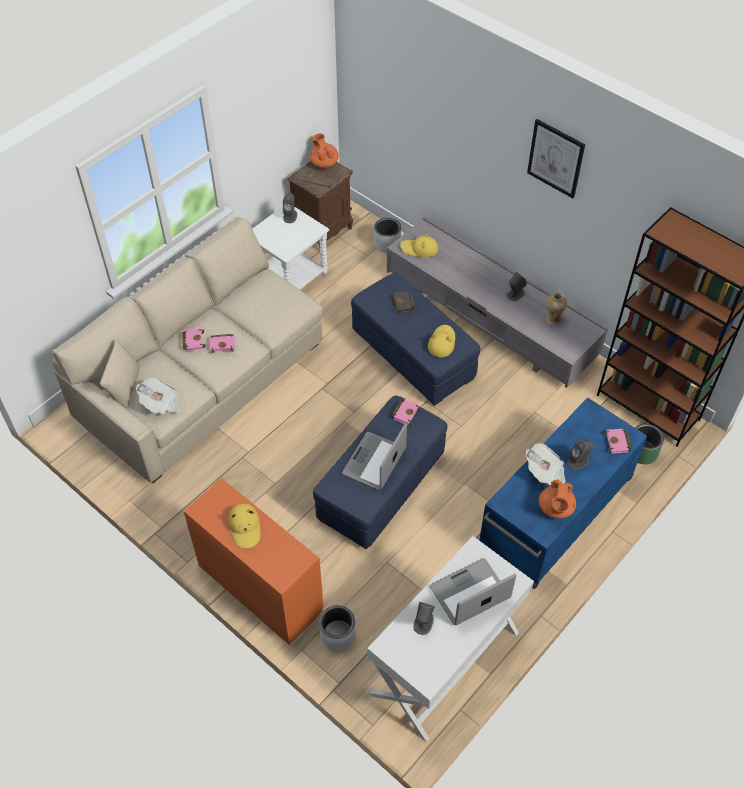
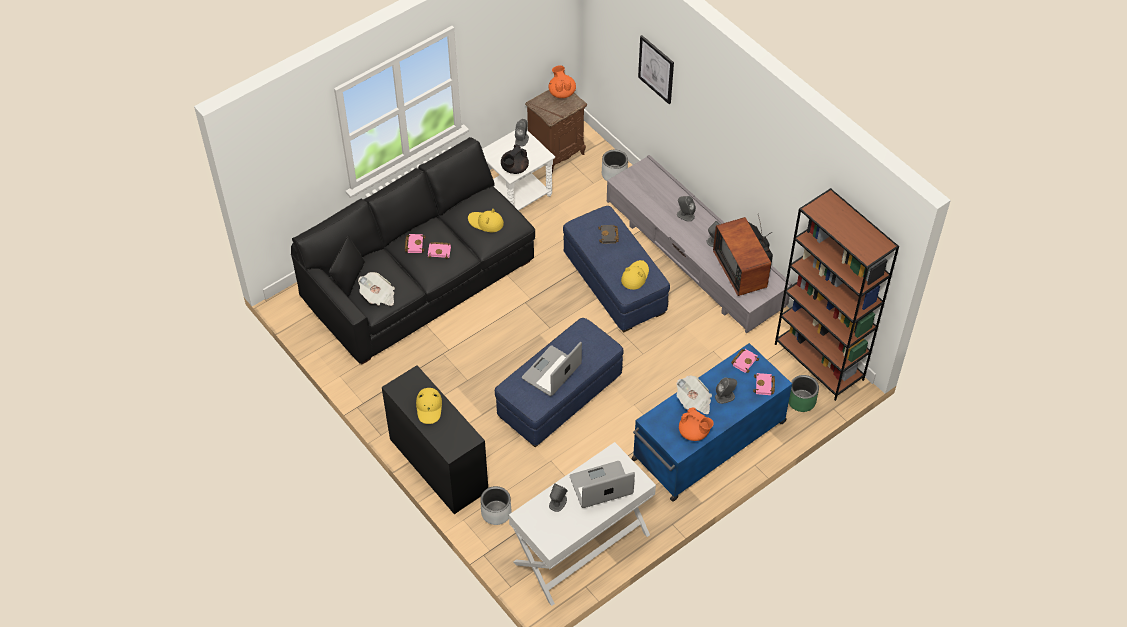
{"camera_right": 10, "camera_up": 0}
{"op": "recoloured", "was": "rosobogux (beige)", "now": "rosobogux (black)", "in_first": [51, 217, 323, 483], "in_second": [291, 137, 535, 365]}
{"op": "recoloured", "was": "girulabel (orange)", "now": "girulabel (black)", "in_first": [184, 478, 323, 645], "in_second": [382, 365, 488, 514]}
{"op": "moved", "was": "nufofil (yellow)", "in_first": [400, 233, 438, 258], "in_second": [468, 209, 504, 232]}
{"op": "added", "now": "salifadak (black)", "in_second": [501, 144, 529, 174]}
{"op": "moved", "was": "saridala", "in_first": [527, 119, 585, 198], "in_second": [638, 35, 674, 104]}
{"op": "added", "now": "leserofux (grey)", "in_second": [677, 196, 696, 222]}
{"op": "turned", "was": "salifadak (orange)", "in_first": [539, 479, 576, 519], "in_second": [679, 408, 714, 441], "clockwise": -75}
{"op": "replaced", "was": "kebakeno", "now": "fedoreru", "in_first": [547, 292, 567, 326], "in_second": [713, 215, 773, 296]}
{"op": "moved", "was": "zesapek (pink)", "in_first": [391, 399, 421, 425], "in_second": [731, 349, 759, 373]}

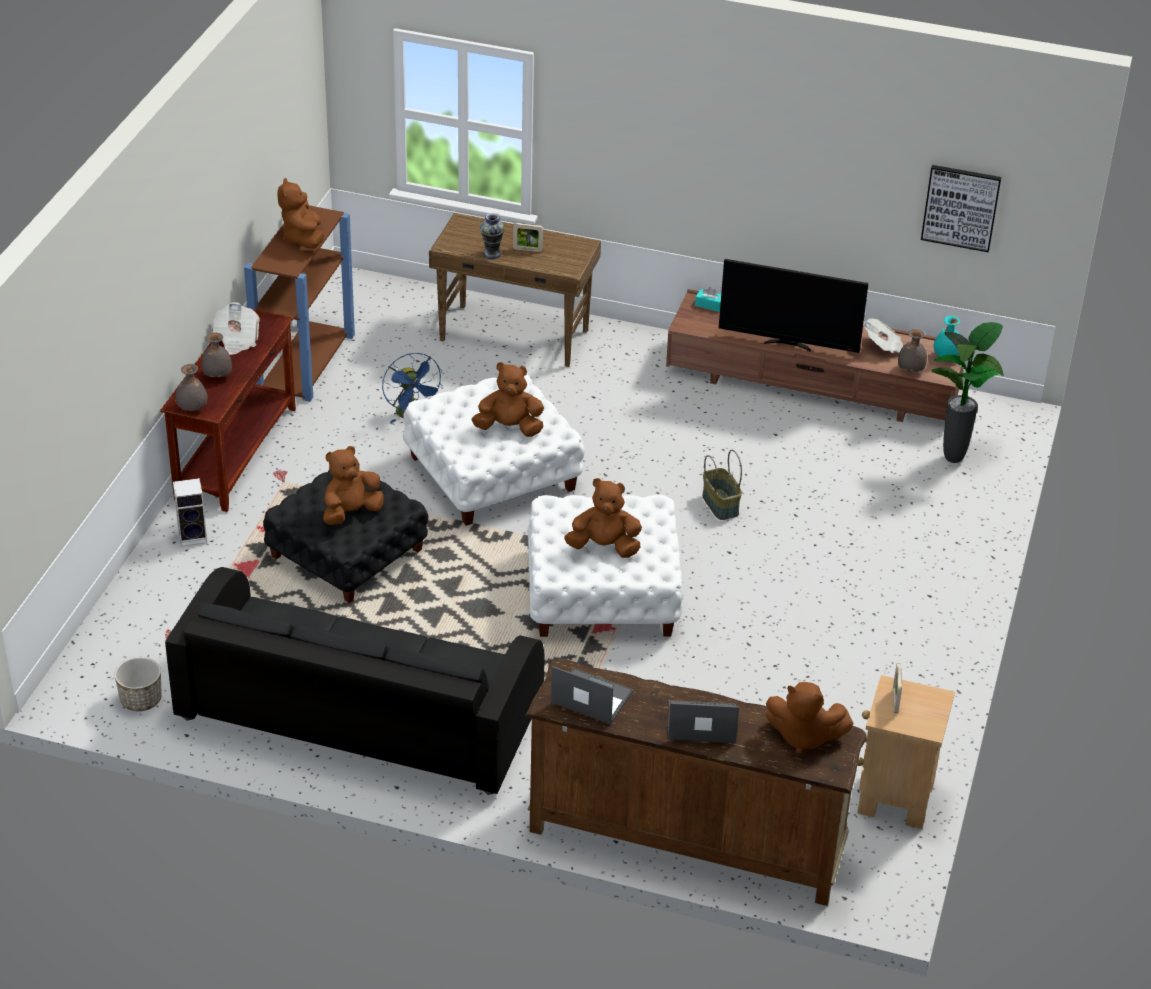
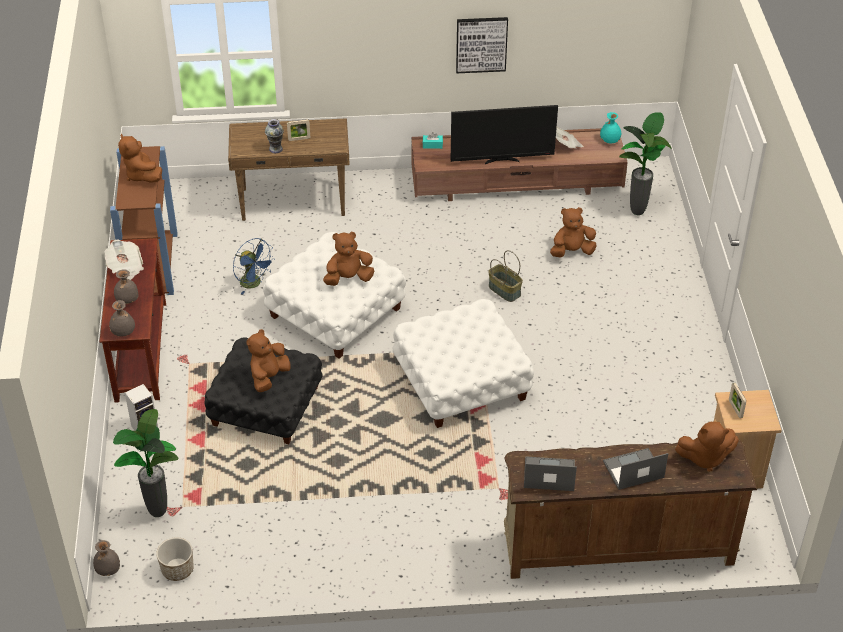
{"camera_right": -20, "camera_up": 5}
{"op": "moved", "was": "kebakeno (grey)", "in_first": [898, 329, 927, 372], "in_second": [93, 540, 120, 576]}
{"op": "added", "now": "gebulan", "in_second": [113, 409, 179, 517]}
{"op": "moved", "was": "saridala", "in_first": [921, 165, 1001, 252], "in_second": [456, 17, 508, 73]}
{"op": "moved", "was": "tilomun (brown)", "in_first": [564, 478, 642, 558], "in_second": [550, 207, 597, 258]}
{"op": "removed", "was": "rosobogux (black)", "in_first": [165, 567, 545, 795]}

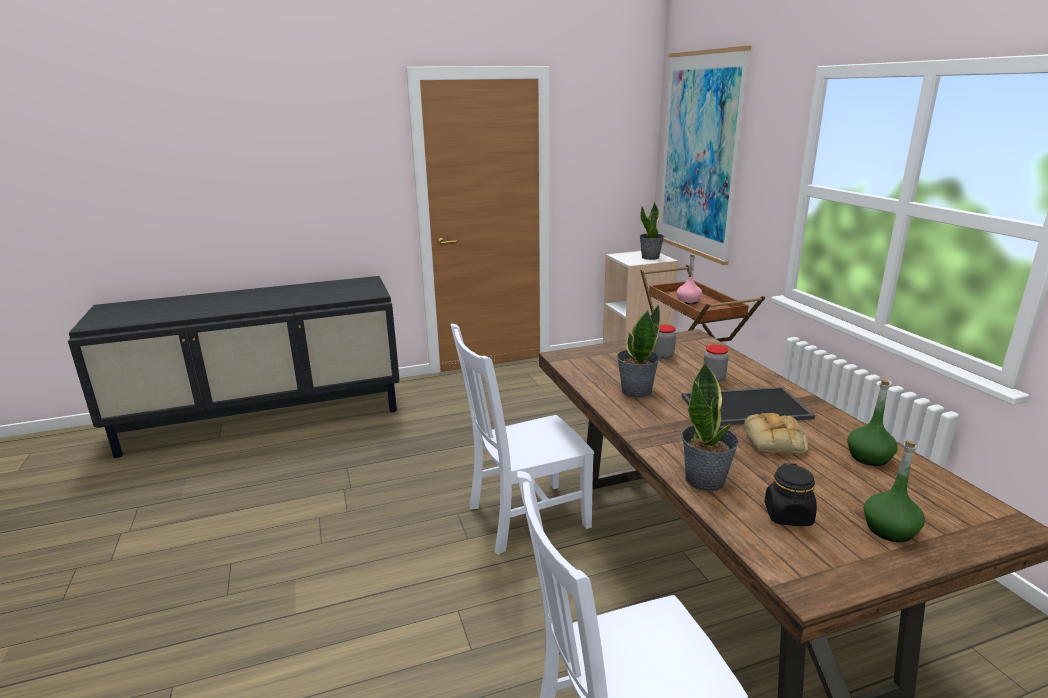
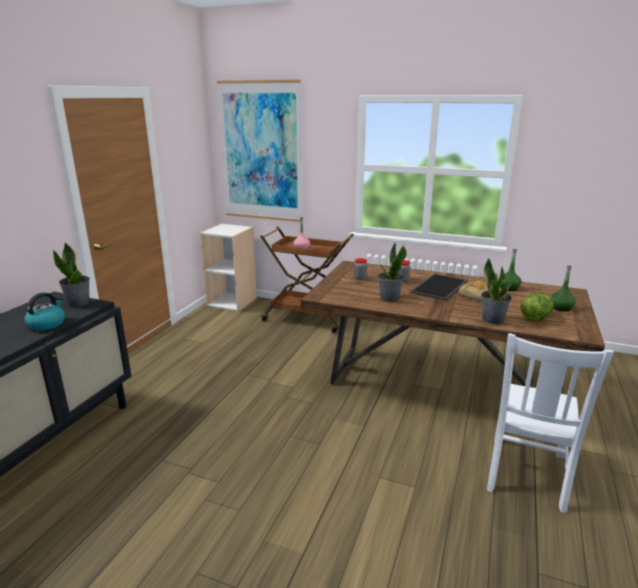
{"camera_right": -50, "camera_up": 0}
{"op": "added", "now": "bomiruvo", "in_second": [25, 292, 65, 331]}
{"op": "moved", "was": "gebulan", "in_first": [640, 203, 664, 260], "in_second": [53, 242, 90, 308]}
{"op": "replaced", "was": "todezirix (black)", "now": "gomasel", "in_first": [765, 463, 817, 526], "in_second": [521, 293, 554, 321]}
{"op": "removed", "was": "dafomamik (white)", "in_first": [451, 324, 594, 555]}

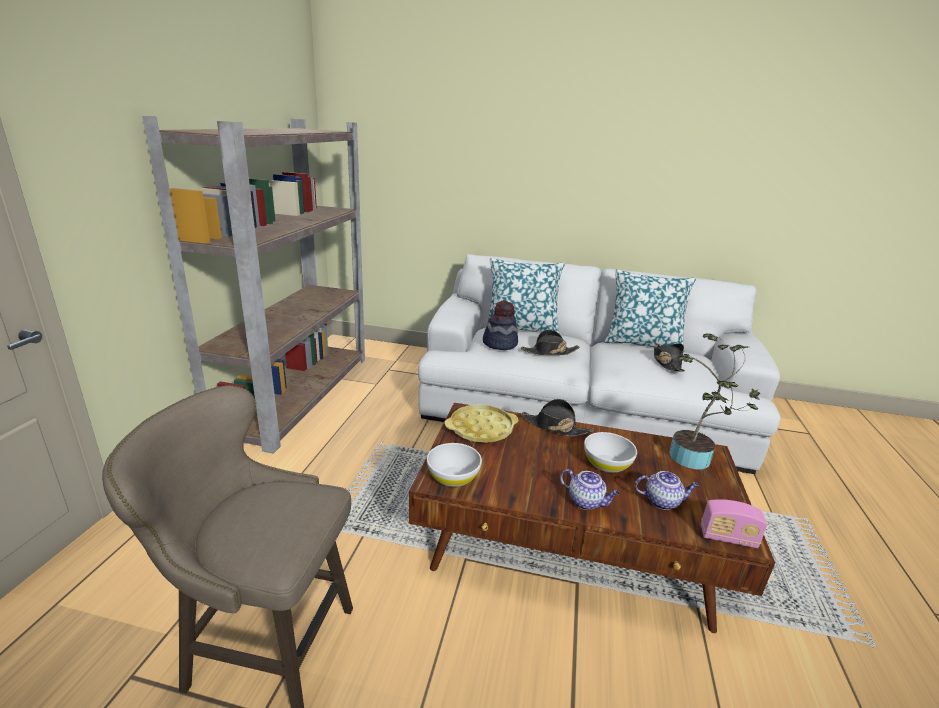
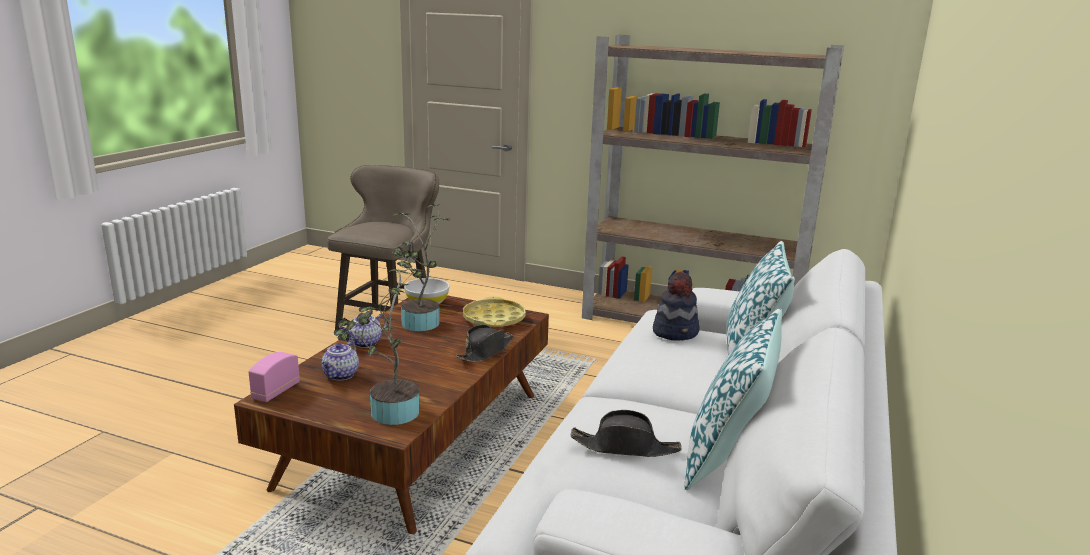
{"camera_right": 100, "camera_up": -5}
{"op": "added", "now": "gebulan", "in_second": [392, 204, 448, 331]}
{"op": "removed", "was": "nufofil (black)", "in_first": [521, 329, 580, 355]}
{"op": "removed", "was": "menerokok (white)", "in_first": [584, 432, 637, 473]}

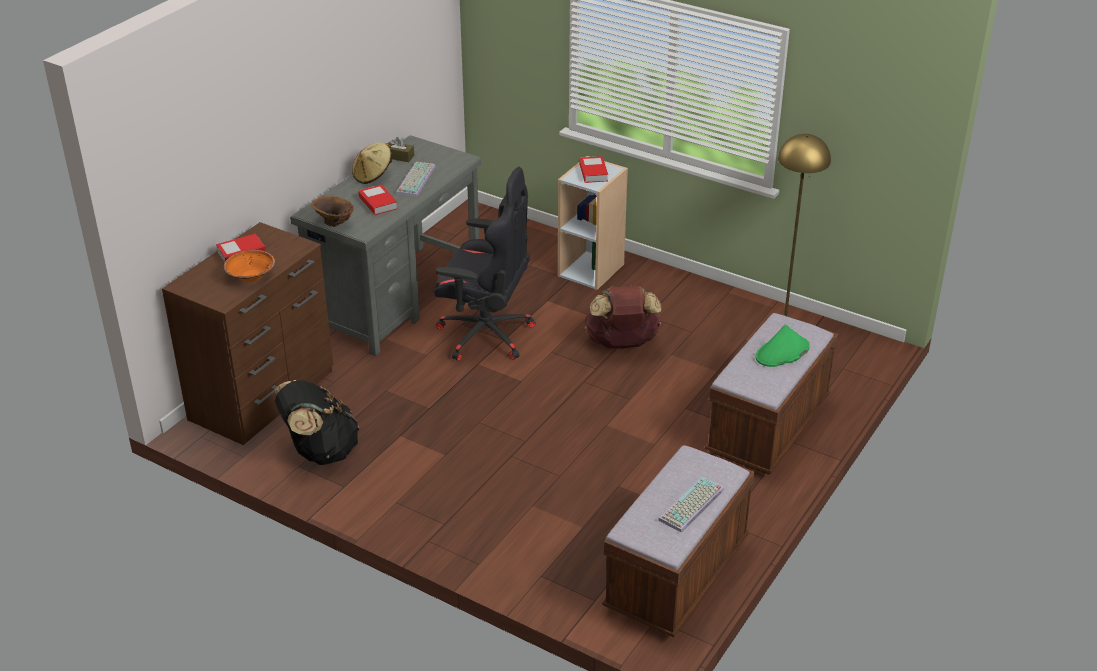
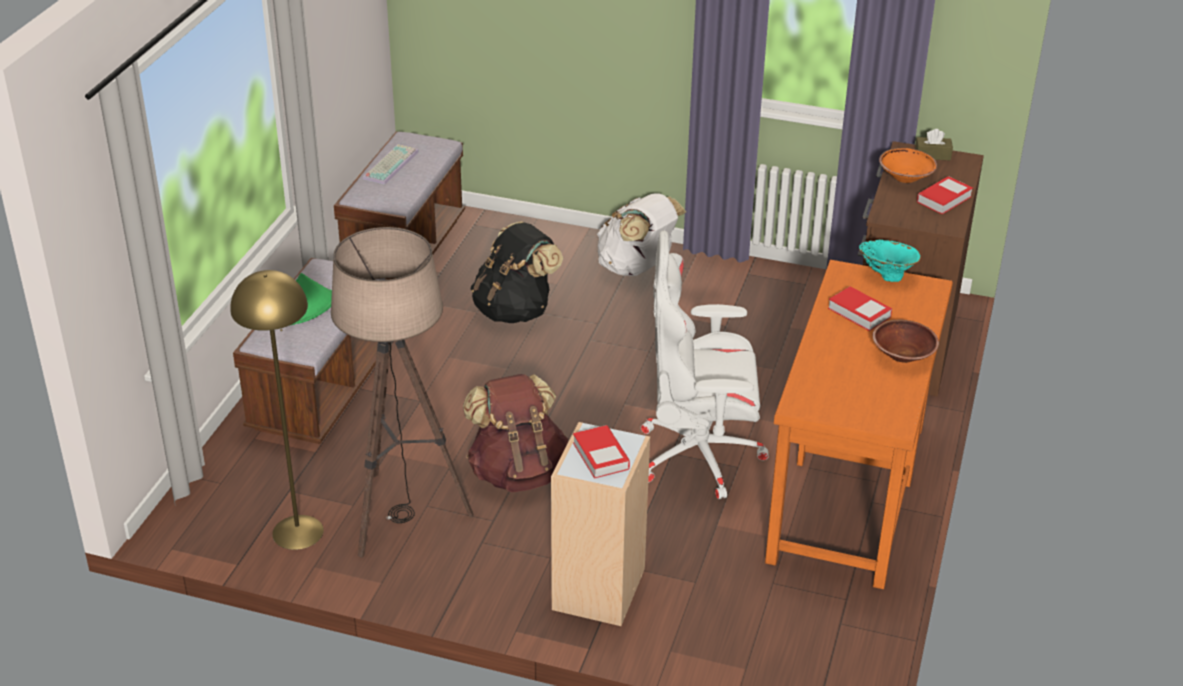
{"camera_right": 165, "camera_up": 0}
{"op": "added", "now": "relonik", "in_second": [331, 227, 473, 558]}
{"op": "moved", "was": "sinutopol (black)", "in_first": [275, 380, 359, 465], "in_second": [470, 221, 563, 323]}
{"op": "added", "now": "sinutopol (white)", "in_second": [597, 193, 686, 276]}
{"op": "recoloured", "was": "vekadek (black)", "now": "vekadek (white)", "in_first": [434, 167, 535, 361], "in_second": [641, 230, 769, 499]}
{"op": "recoloured", "was": "girulabel (grey)", "now": "girulabel (orange)", "in_first": [290, 135, 481, 356], "in_second": [765, 260, 953, 589]}
{"op": "recoloured", "was": "kebakeno (brown)", "now": "kebakeno (turquoise)", "in_first": [312, 196, 354, 227], "in_second": [859, 239, 921, 282]}
{"op": "replaced", "was": "nufofil (beige)", "now": "menerokok (brown)", "in_first": [352, 142, 392, 184], "in_second": [873, 320, 939, 363]}
{"op": "moved", "was": "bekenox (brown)", "in_first": [388, 137, 414, 162], "in_second": [915, 129, 953, 160]}
{"op": "removed", "was": "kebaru", "in_first": [396, 162, 436, 197]}

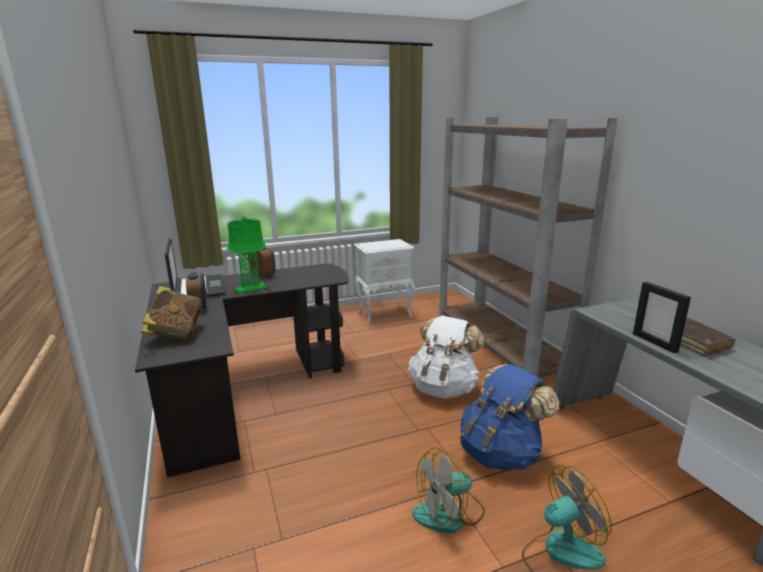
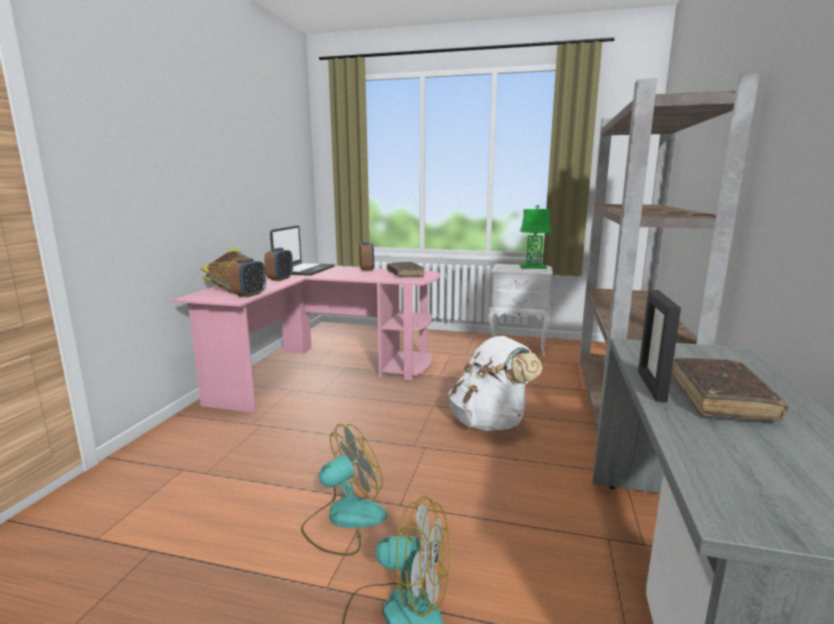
{"camera_right": 35, "camera_up": -5}
{"op": "recoloured", "was": "girulabel (black)", "now": "girulabel (pink)", "in_first": [135, 263, 349, 477], "in_second": [172, 267, 439, 413]}
{"op": "added", "now": "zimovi", "in_second": [229, 258, 266, 298]}
{"op": "turned", "was": "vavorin", "in_first": [412, 447, 485, 534], "in_second": [301, 424, 387, 556], "clockwise": 135}
{"op": "added", "now": "zesapek (brown)", "in_second": [387, 262, 424, 277]}
{"op": "moved", "was": "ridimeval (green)", "in_first": [227, 217, 268, 294], "in_second": [520, 205, 552, 269]}
{"op": "removed", "was": "sinutopol (blue)", "in_first": [460, 364, 559, 471]}

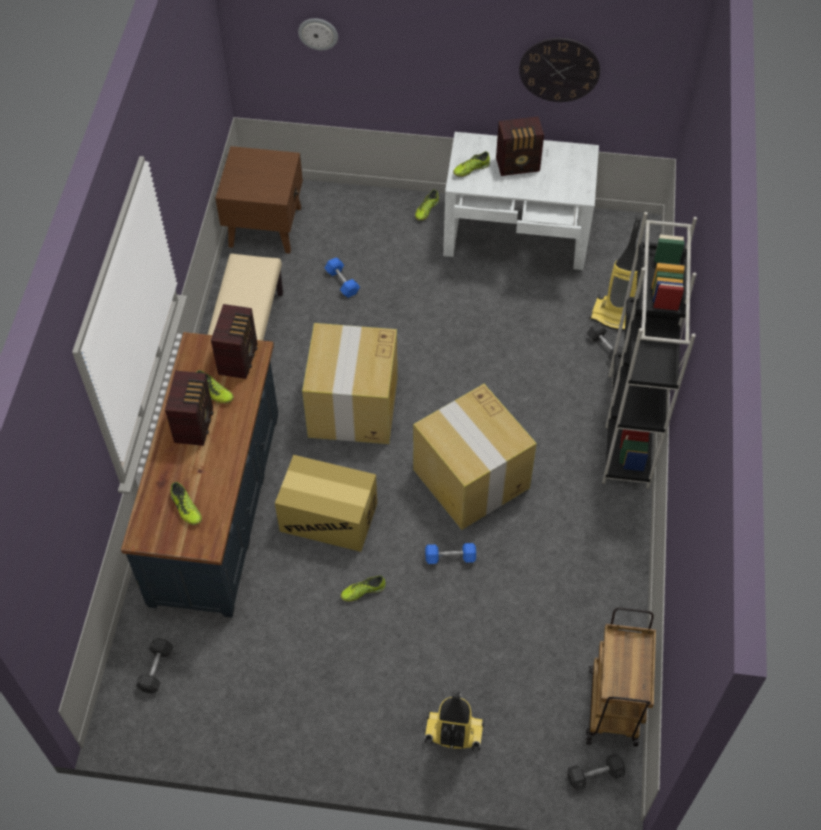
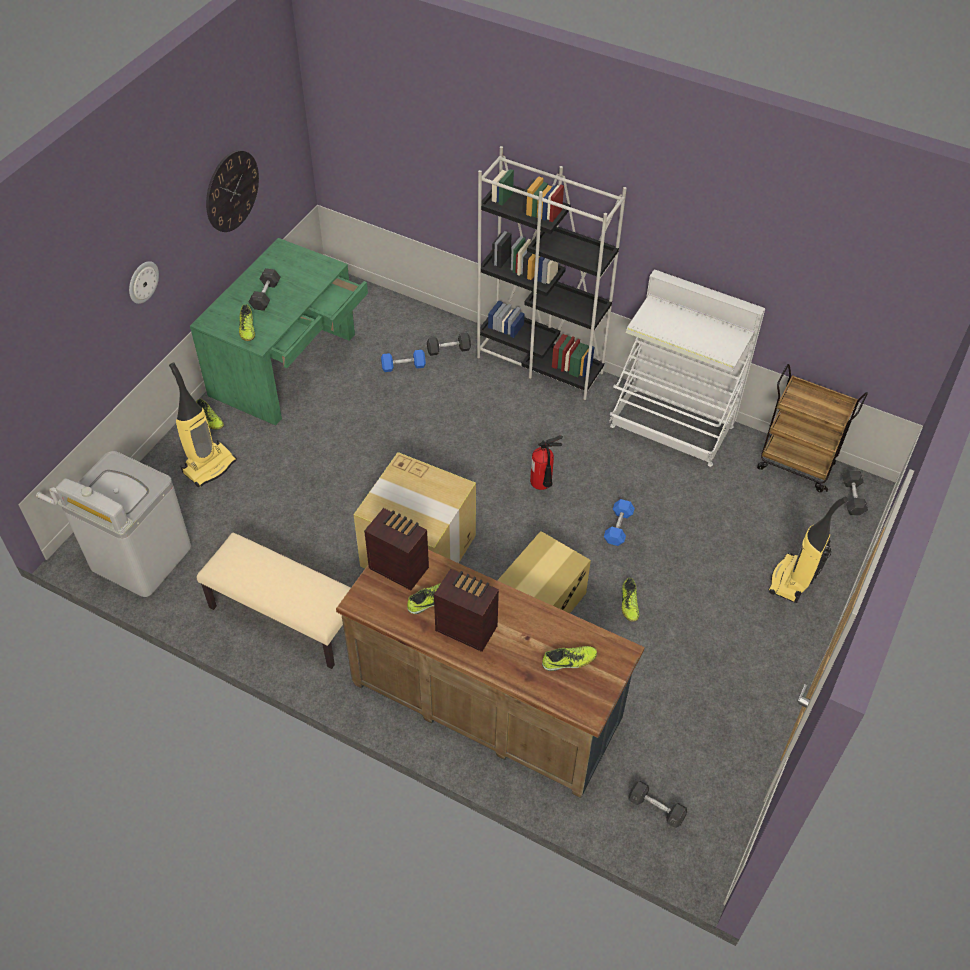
{"camera_right": -70, "camera_up": -5}
{"op": "replaced", "was": "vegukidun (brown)", "now": "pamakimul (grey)", "in_first": [215, 146, 303, 253], "in_second": [36, 451, 191, 597]}
{"op": "moved", "was": "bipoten", "in_first": [298, 18, 338, 50], "in_second": [129, 261, 159, 304]}
{"op": "moved", "was": "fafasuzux", "in_first": [590, 217, 641, 331], "in_second": [169, 362, 237, 487]}
{"op": "recoloured", "was": "girulabel (white)", "now": "girulabel (green)", "in_first": [443, 132, 599, 270], "in_second": [190, 238, 368, 426]}
{"op": "replaced", "was": "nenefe", "now": "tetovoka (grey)", "in_first": [496, 116, 544, 176], "in_second": [249, 268, 281, 311]}
{"op": "moved", "was": "tetovoka (blue)", "in_first": [325, 257, 360, 298], "in_second": [381, 350, 426, 372]}
{"op": "replaced", "was": "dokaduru", "now": "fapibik", "in_first": [413, 384, 537, 530], "in_second": [530, 435, 563, 490]}
{"op": "added", "now": "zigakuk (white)", "in_second": [609, 270, 765, 467]}

